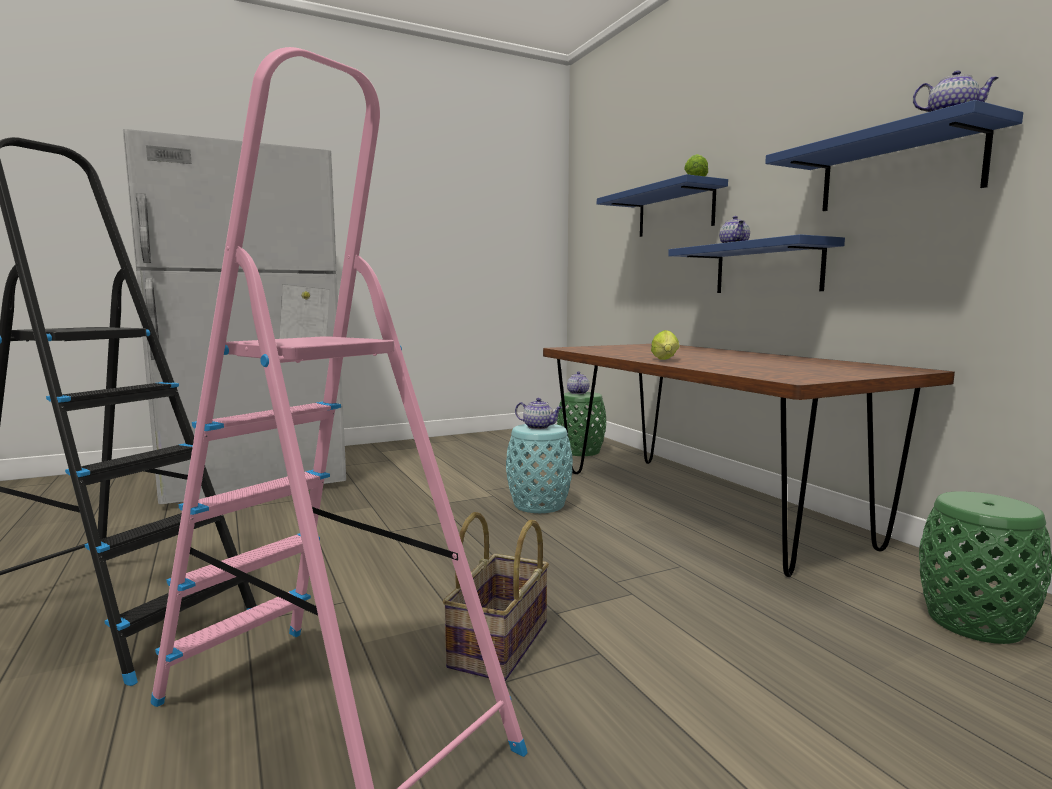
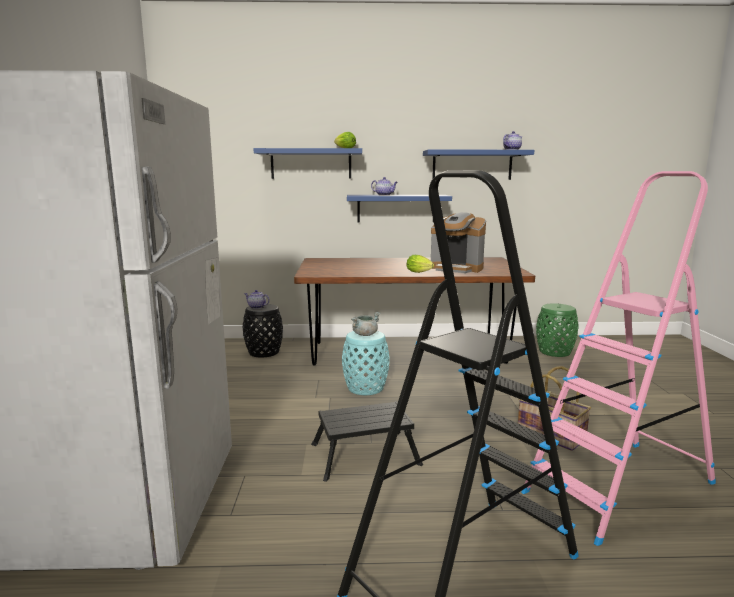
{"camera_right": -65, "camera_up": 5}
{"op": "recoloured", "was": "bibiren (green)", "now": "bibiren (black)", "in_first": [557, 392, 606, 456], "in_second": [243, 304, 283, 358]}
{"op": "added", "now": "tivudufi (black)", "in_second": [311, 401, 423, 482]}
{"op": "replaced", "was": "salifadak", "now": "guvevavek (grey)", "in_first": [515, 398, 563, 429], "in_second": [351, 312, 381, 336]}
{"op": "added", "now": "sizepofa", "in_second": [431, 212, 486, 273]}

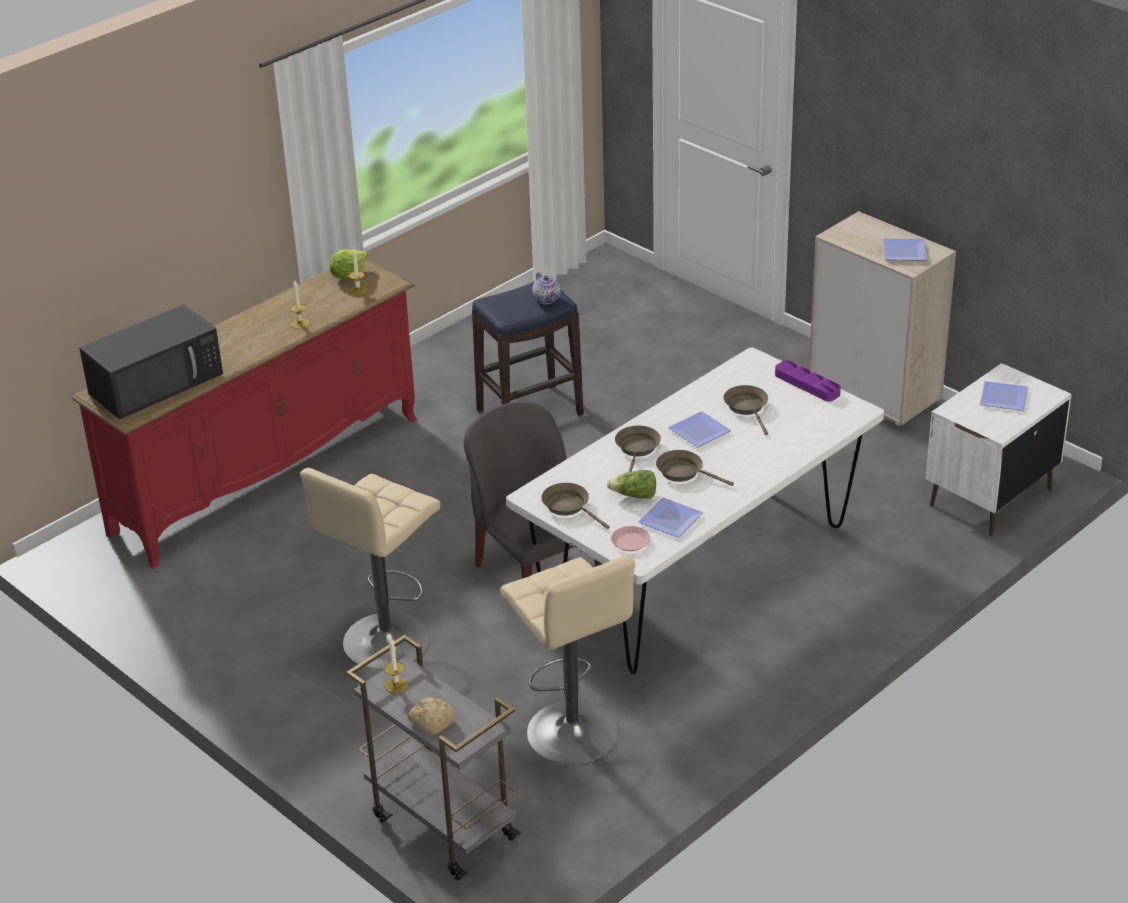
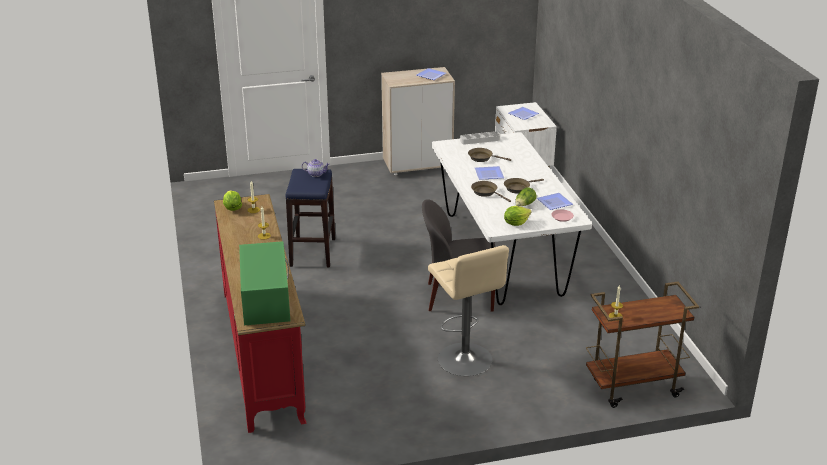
{"camera_right": -60, "camera_up": -5}
{"op": "recoloured", "was": "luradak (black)", "now": "luradak (green)", "in_first": [79, 304, 223, 419], "in_second": [239, 241, 290, 325]}
{"op": "recoloured", "was": "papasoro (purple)", "now": "papasoro (grey)", "in_first": [775, 360, 841, 402], "in_second": [460, 131, 500, 144]}
{"op": "replaced", "was": "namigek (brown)", "now": "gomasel", "in_first": [541, 483, 610, 529], "in_second": [504, 206, 532, 226]}
{"op": "recoloured", "was": "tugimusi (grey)", "now": "tugimusi (brown)", "in_first": [346, 635, 522, 880], "in_second": [586, 282, 699, 408]}
{"op": "removed", "was": "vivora", "in_first": [407, 696, 456, 735]}
{"op": "removed", "was": "bibiren (beige)", "in_first": [501, 556, 635, 764]}

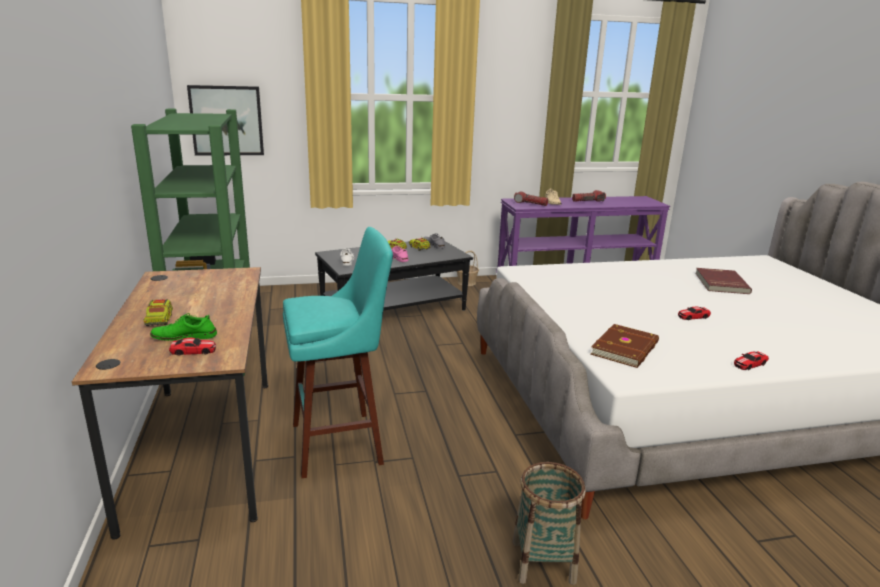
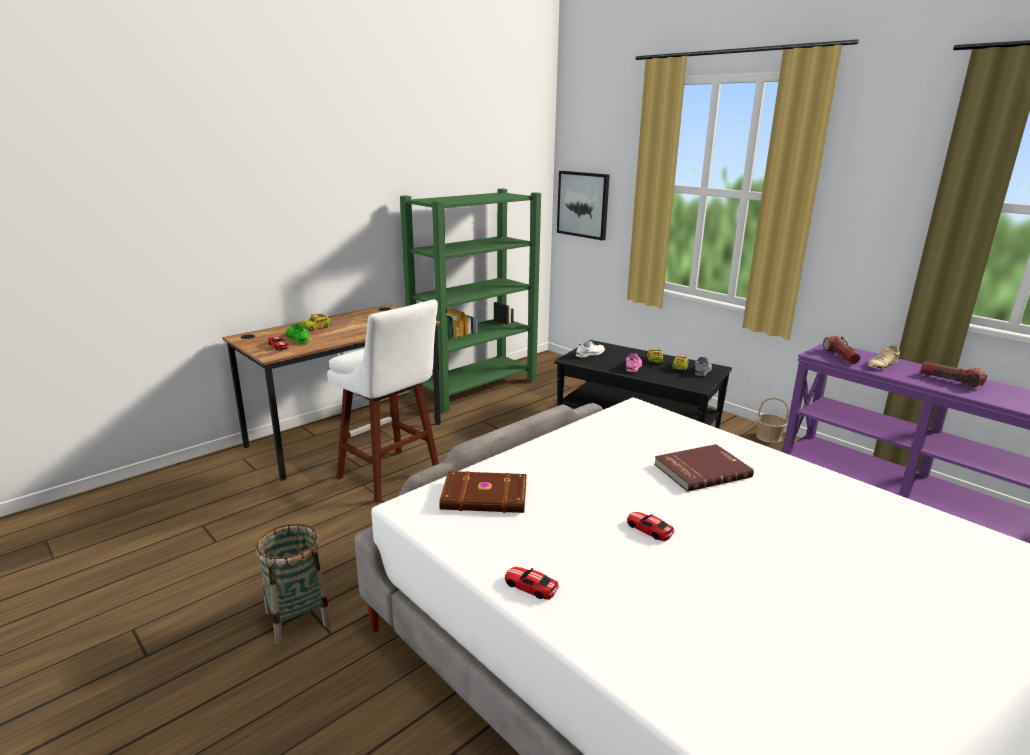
{"camera_right": 60, "camera_up": 0}
{"op": "recoloured", "was": "bibiren (turquoise)", "now": "bibiren (white)", "in_first": [283, 227, 393, 478], "in_second": [327, 300, 439, 503]}
{"op": "moved", "was": "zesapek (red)", "in_first": [695, 268, 752, 294], "in_second": [654, 444, 754, 492]}

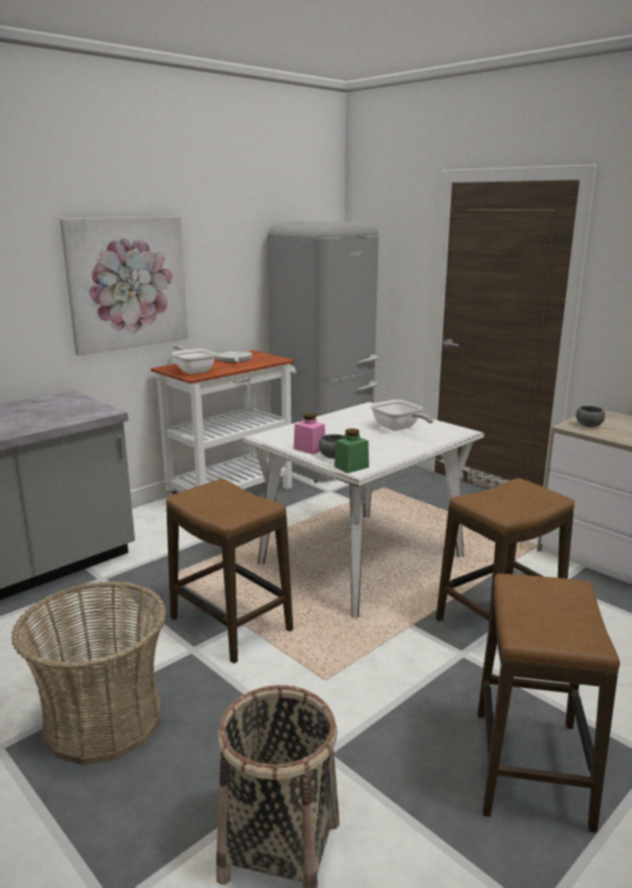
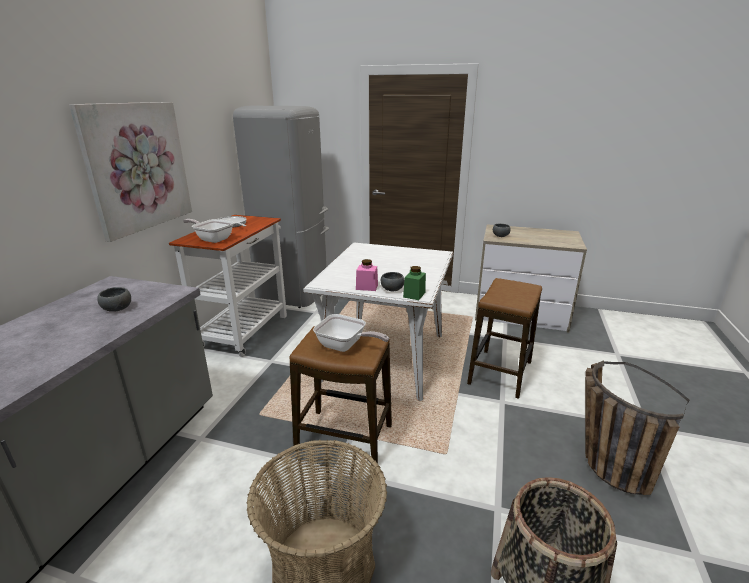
{"camera_right": -30, "camera_up": 5}
{"op": "added", "now": "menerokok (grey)", "in_second": [97, 287, 131, 312]}
{"op": "moved", "was": "namigek", "in_first": [370, 399, 434, 431], "in_second": [313, 314, 389, 352]}
{"op": "replaced", "was": "bibiren", "now": "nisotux", "in_first": [478, 574, 620, 833], "in_second": [585, 360, 689, 495]}

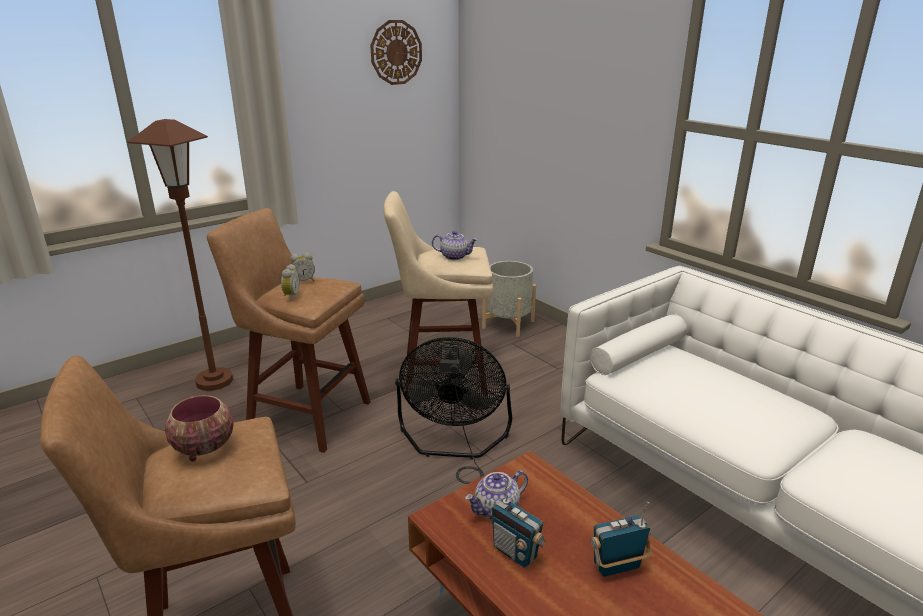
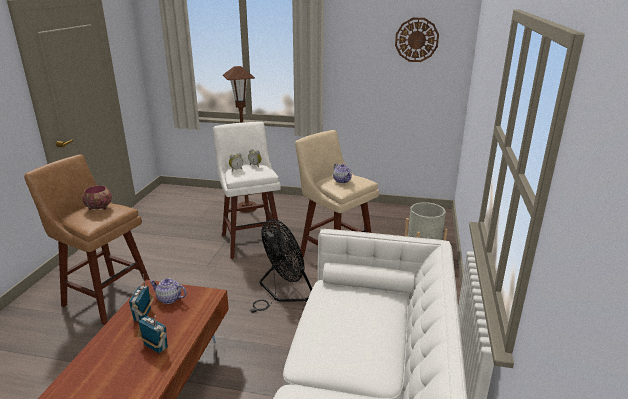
{"camera_right": 50, "camera_up": 0}
{"op": "recoloured", "was": "bibiren (brown)", "now": "bibiren (white)", "in_first": [207, 208, 371, 453], "in_second": [213, 122, 284, 259]}

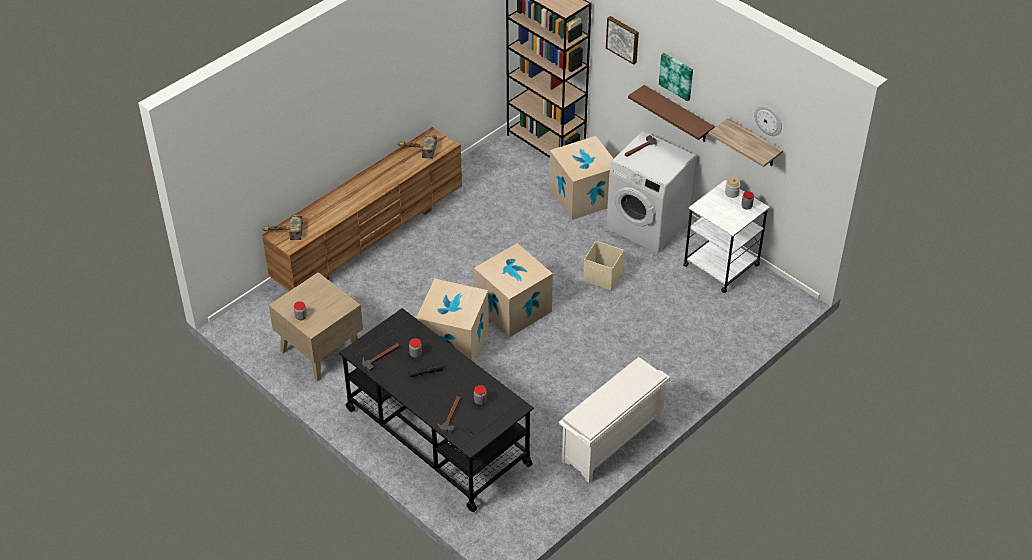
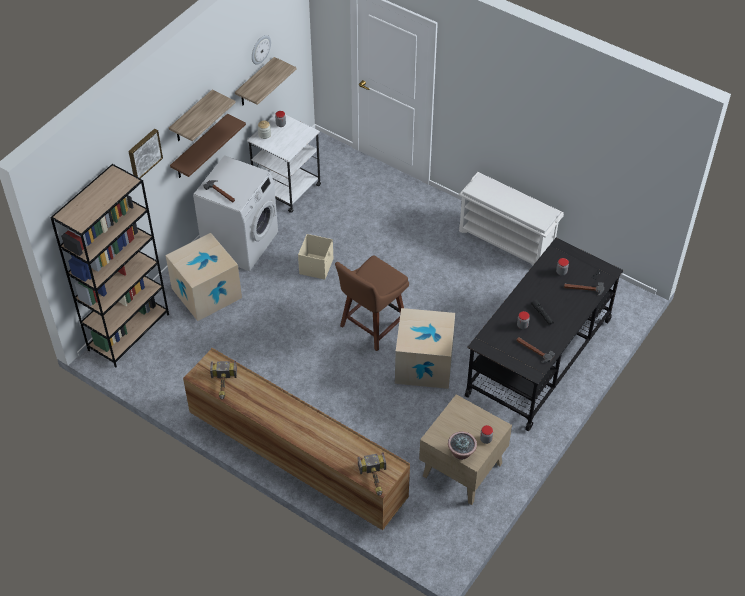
{"camera_right": -100, "camera_up": 5}
{"op": "replaced", "was": "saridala", "now": "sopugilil", "in_first": [659, 53, 693, 101], "in_second": [169, 89, 236, 141]}
{"op": "replaced", "was": "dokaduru", "now": "bibiren (brown)", "in_first": [474, 243, 553, 338], "in_second": [335, 255, 409, 351]}
{"op": "added", "now": "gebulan", "in_second": [448, 431, 477, 460]}

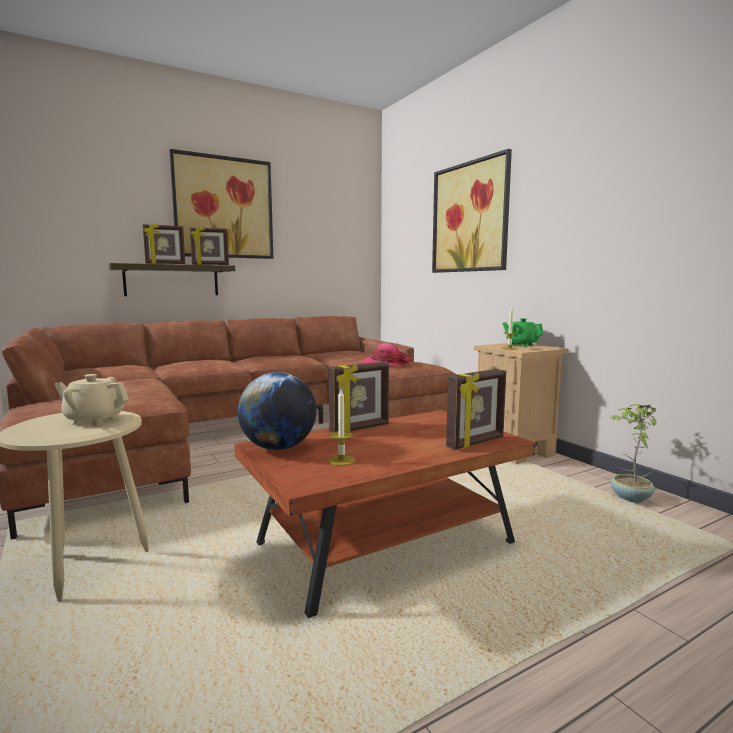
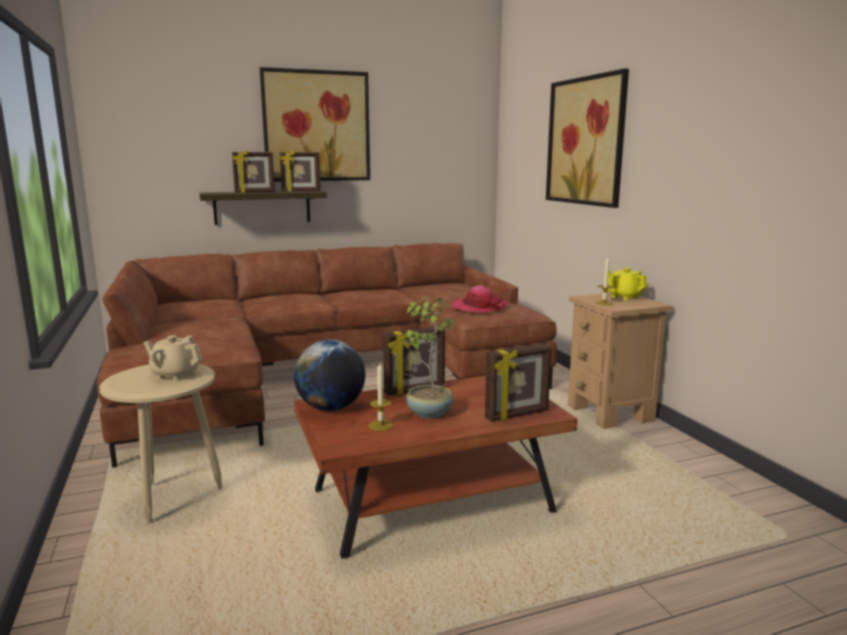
{"camera_right": 10, "camera_up": 5}
{"op": "moved", "was": "gebulan", "in_first": [610, 404, 657, 503], "in_second": [402, 297, 457, 419]}
{"op": "recoloured", "was": "salifadak (green)", "now": "salifadak (yellow)", "in_first": [502, 318, 544, 347], "in_second": [608, 268, 647, 300]}

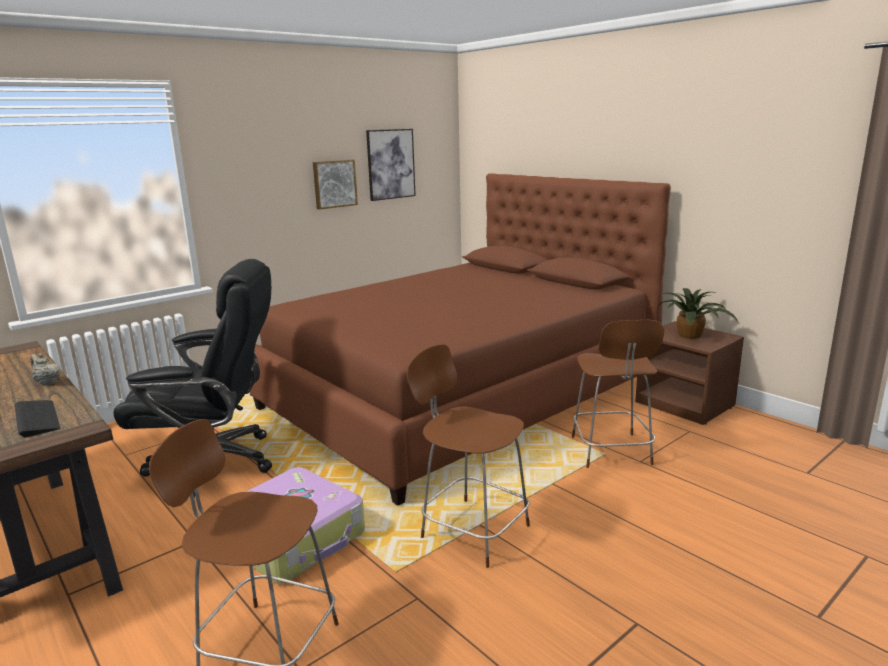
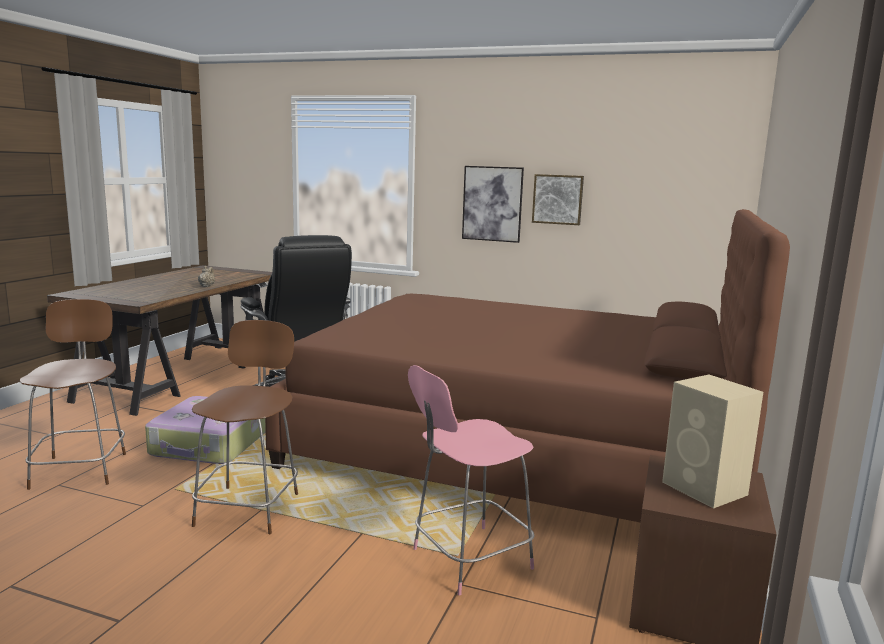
{"camera_right": 60, "camera_up": -5}
{"op": "recoloured", "was": "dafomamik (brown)", "now": "dafomamik (pink)", "in_first": [572, 320, 664, 468], "in_second": [408, 365, 535, 595]}
{"op": "moved", "was": "saridala", "in_first": [366, 129, 416, 201], "in_second": [462, 166, 524, 243]}
{"op": "replaced", "was": "gebulan", "now": "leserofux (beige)", "in_first": [659, 288, 738, 339], "in_second": [662, 374, 763, 509]}
{"op": "removed", "was": "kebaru", "in_first": [14, 400, 60, 438]}

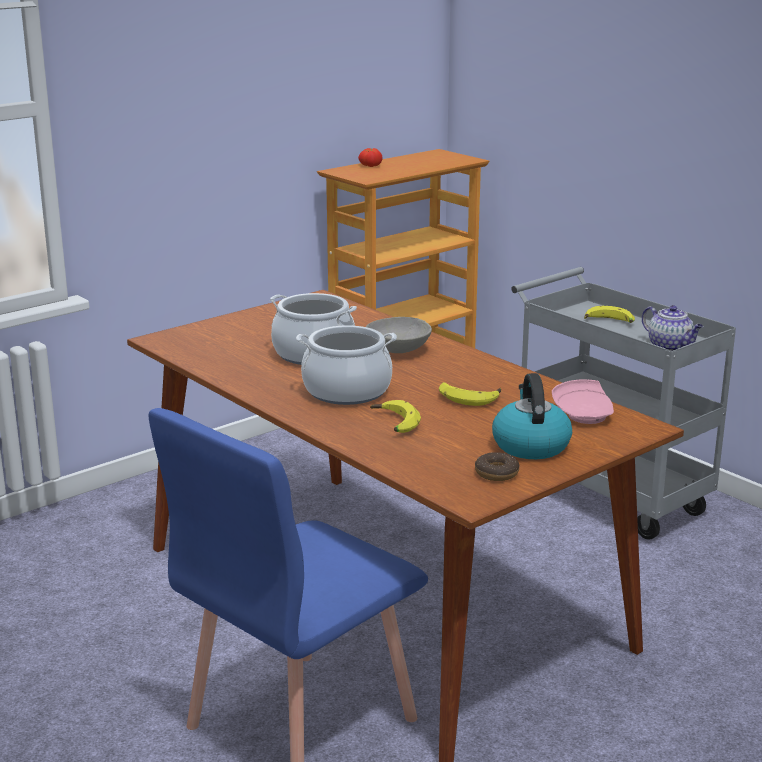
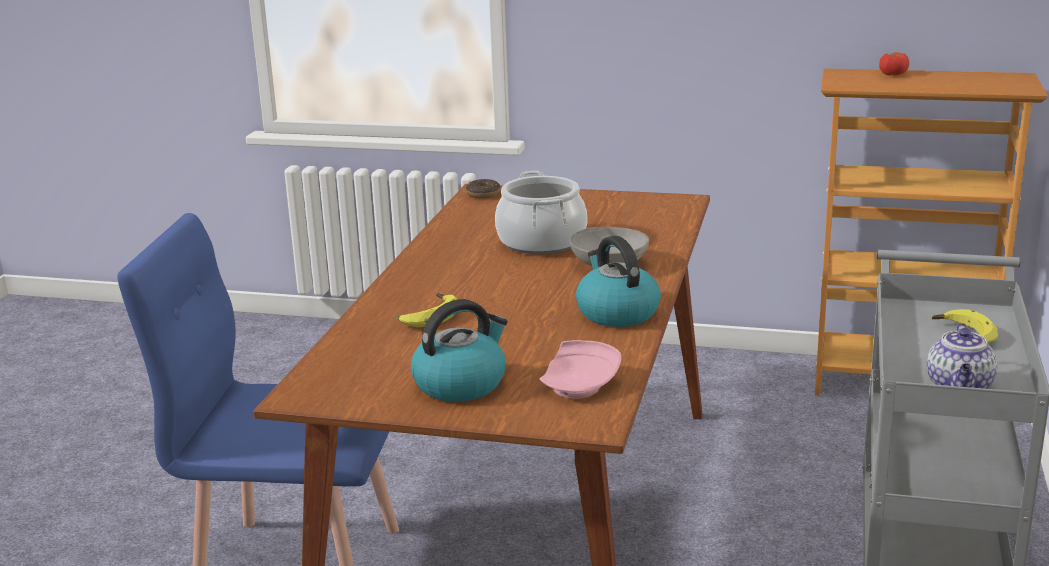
{"camera_right": 55, "camera_up": 0}
{"op": "moved", "was": "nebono", "in_first": [475, 452, 519, 481], "in_second": [466, 179, 501, 199]}
{"op": "added", "now": "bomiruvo", "in_second": [576, 236, 661, 327]}
{"op": "removed", "was": "guvevavek", "in_first": [296, 325, 397, 405]}
{"op": "removed", "was": "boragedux", "in_first": [439, 382, 501, 406]}

